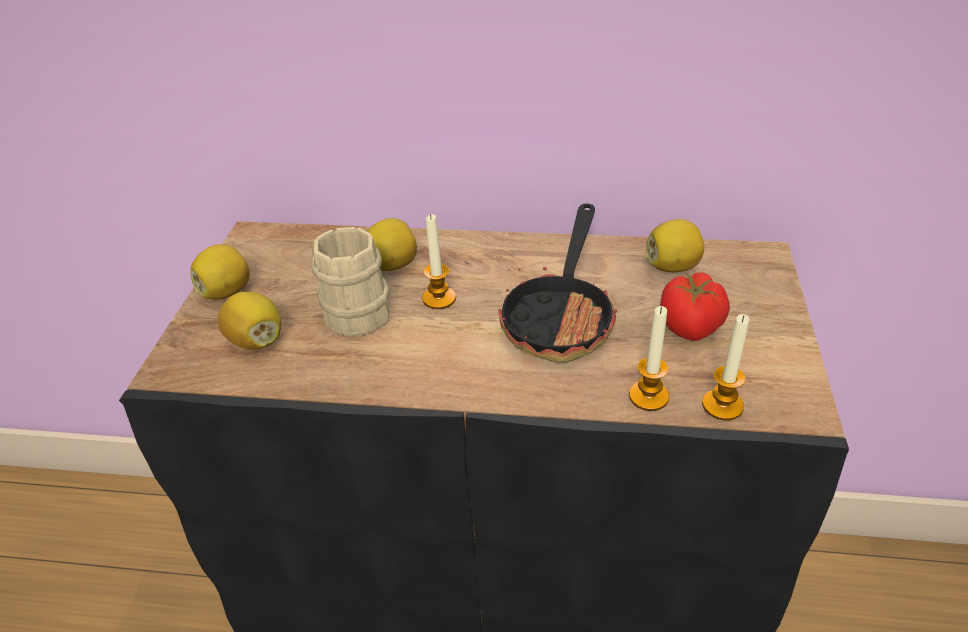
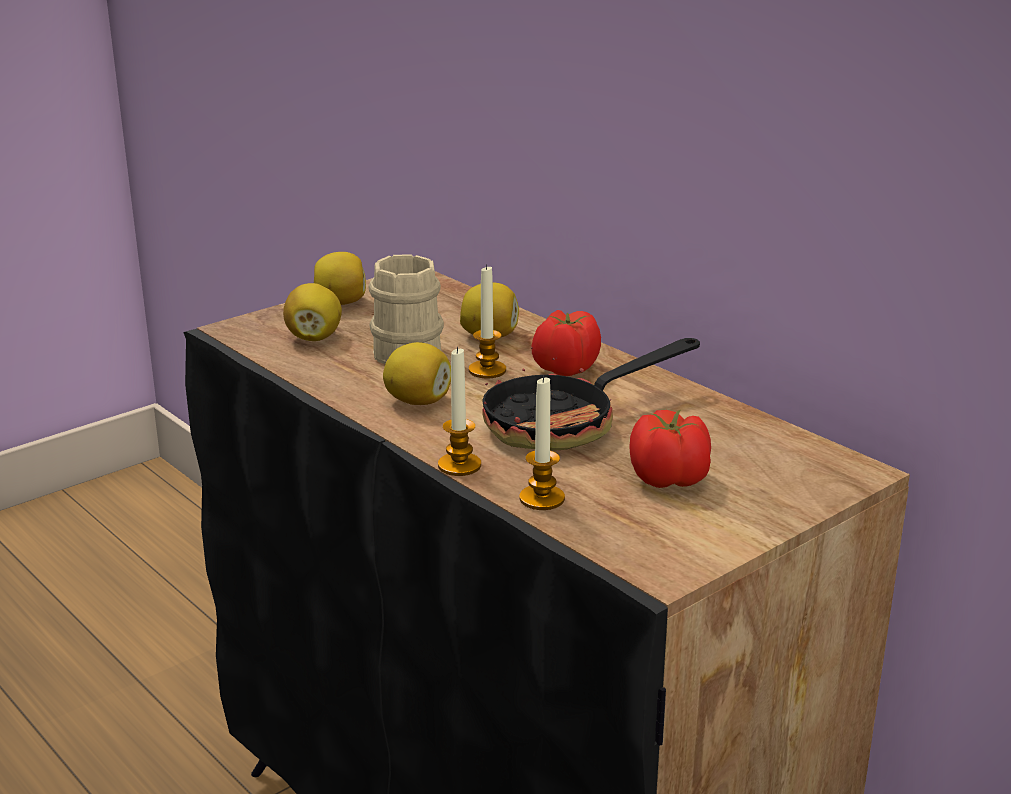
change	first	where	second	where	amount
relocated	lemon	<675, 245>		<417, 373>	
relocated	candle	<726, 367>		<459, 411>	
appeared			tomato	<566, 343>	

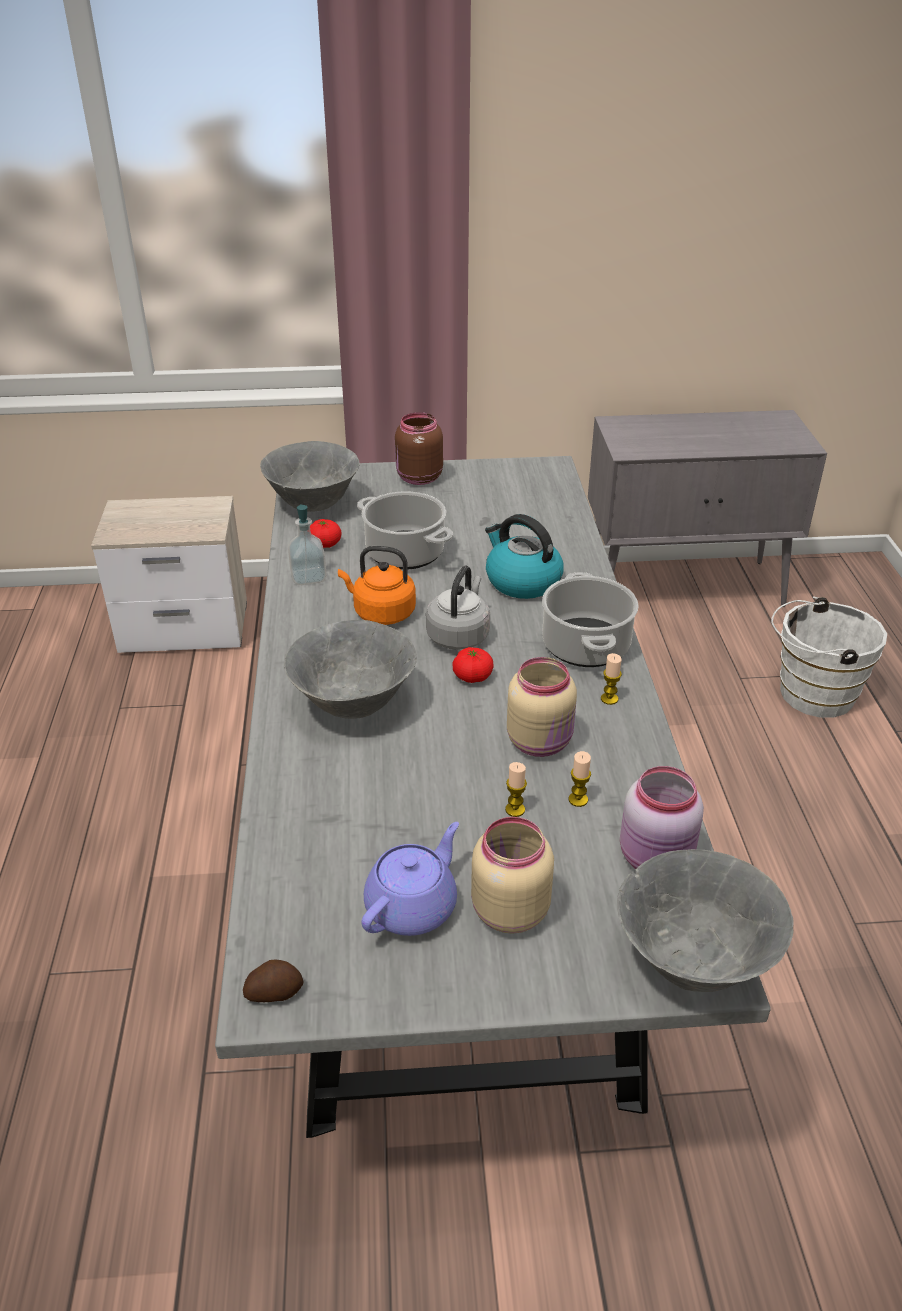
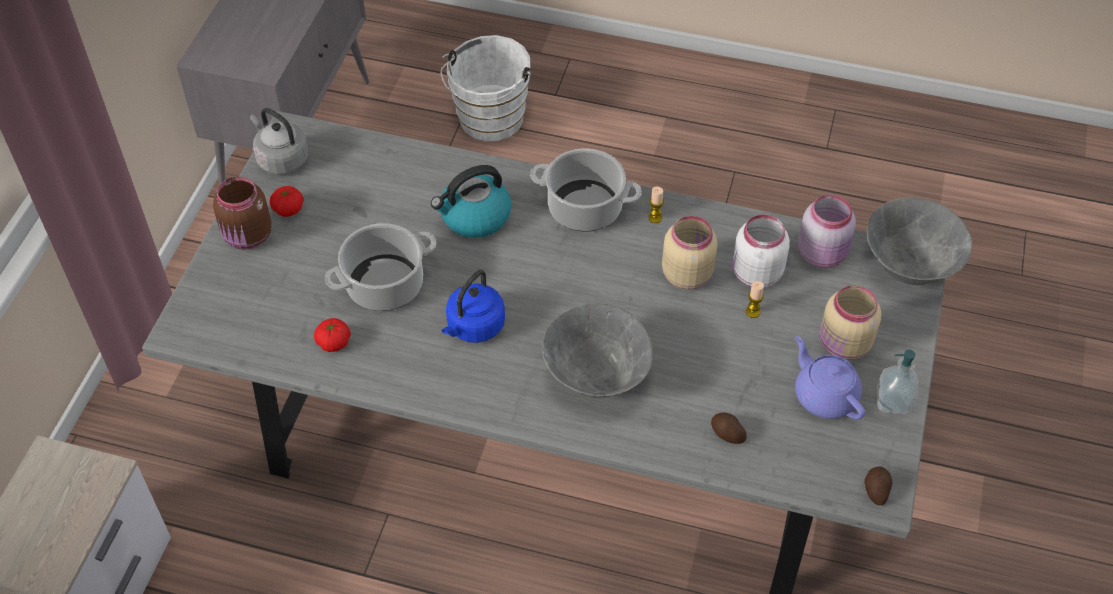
change	first	where	second	where	amount
missing	grey_bowl	<310, 476>			
relocated	soap_dispenser	<307, 544>		<897, 382>	
colour	orange_kettle	<377, 585>	blue_kettle	<473, 306>	
relocated	grey_kettle	<458, 607>		<279, 141>	
relocated	tomato	<473, 665>		<287, 201>	
exchanged	candle	<580, 779>	white_jar	<761, 251>	
appeared			potato	<729, 428>	

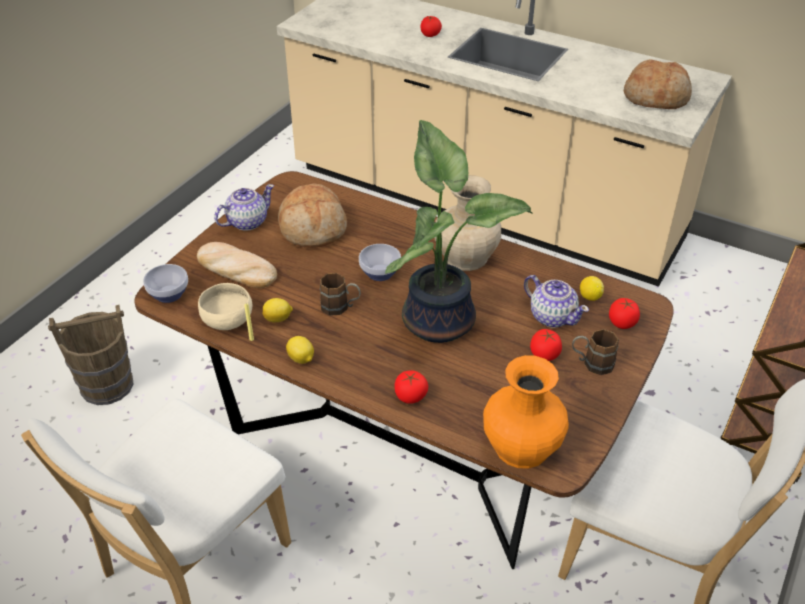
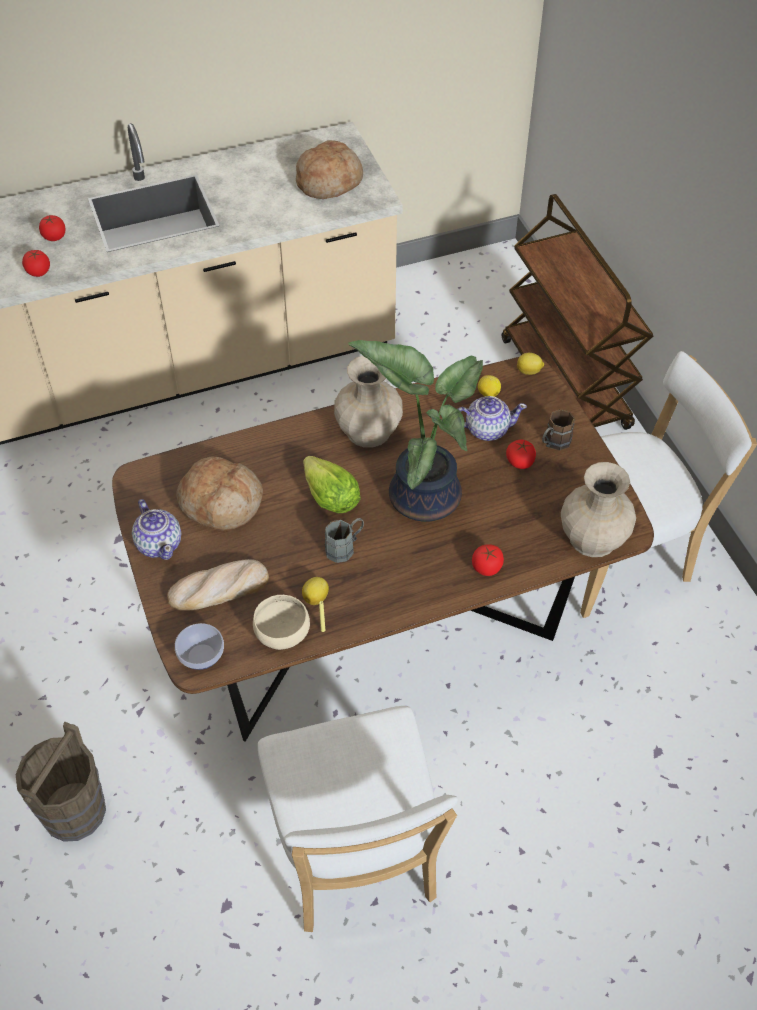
change	first	where	second	where	amount
spun	teapot	<244, 207>		<156, 529>	150 degrees clockwise
relocated	lemon	<300, 350>		<530, 364>	
colour	brown_mug	<340, 294>	grey_mug	<344, 540>	
exchanged	bowl	<380, 262>	lettuce	<332, 484>	
colour	orange_vase	<526, 412>	beige_vase	<598, 509>	
relocated	tomato	<624, 313>		<36, 263>	

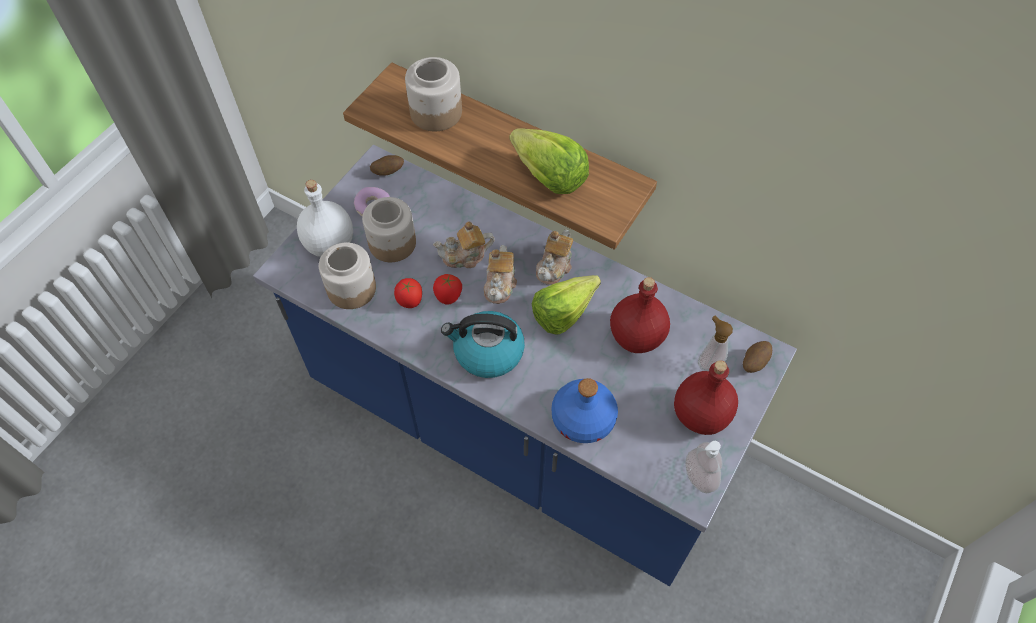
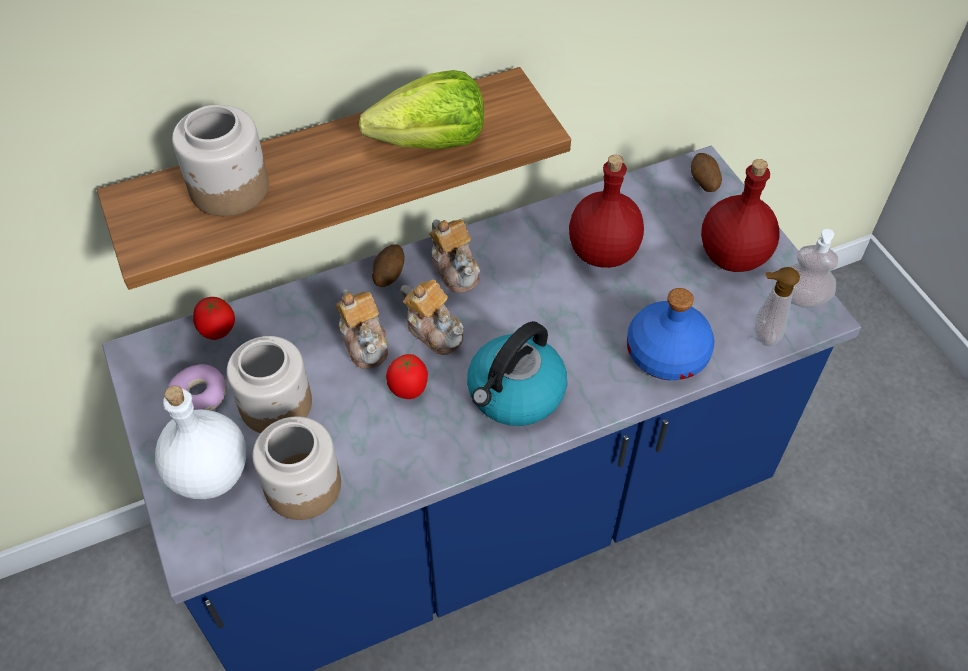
change	first	where	second	where	amount
relocated	potato	<387, 165>		<388, 266>	
relocated	tomato	<408, 293>		<214, 318>	
spun	teapot	<464, 244>		<362, 329>	45 degrees counterclockwise
missing	lettuce	<566, 305>			
relocated	soap_dispenser	<715, 343>		<777, 307>	

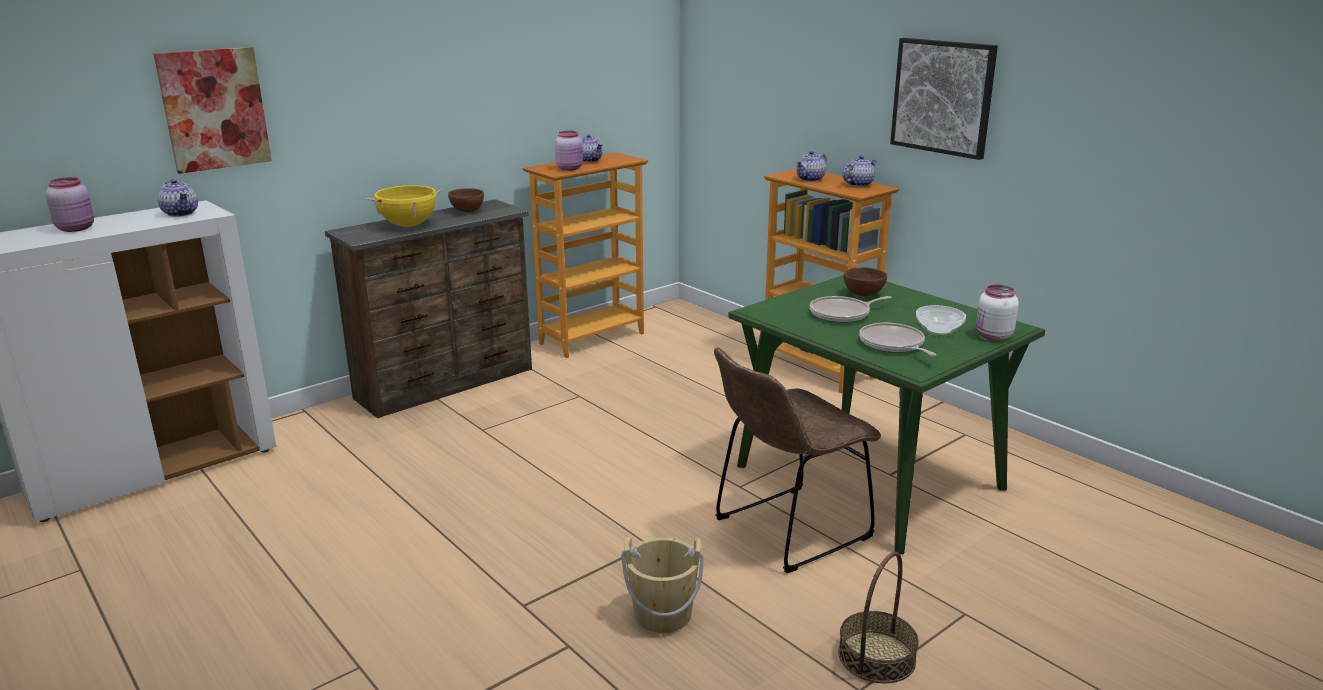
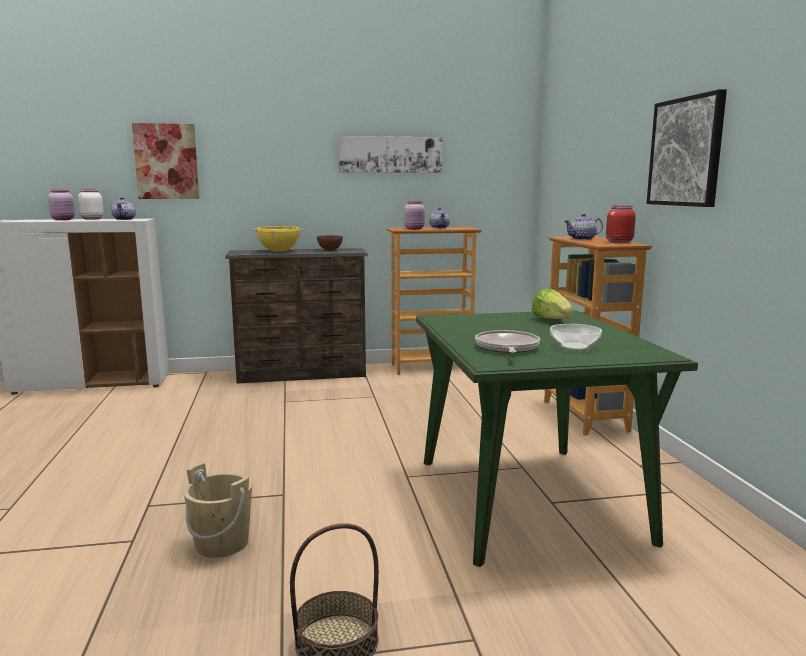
change	first	where	second	where	amount
missing	brown_chair	<797, 460>			
missing	frying_pan	<851, 309>			
exchanged	teapot	<859, 171>	red_jar	<621, 224>	
exchanged	brown_bowl	<865, 281>	lettuce	<552, 303>	
relocated	white_jar	<997, 312>		<91, 204>	
appeared			picture	<390, 154>	

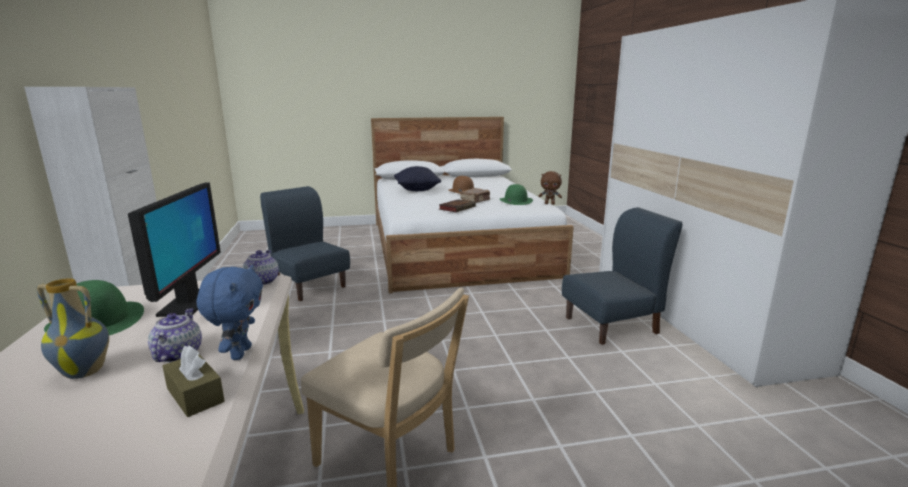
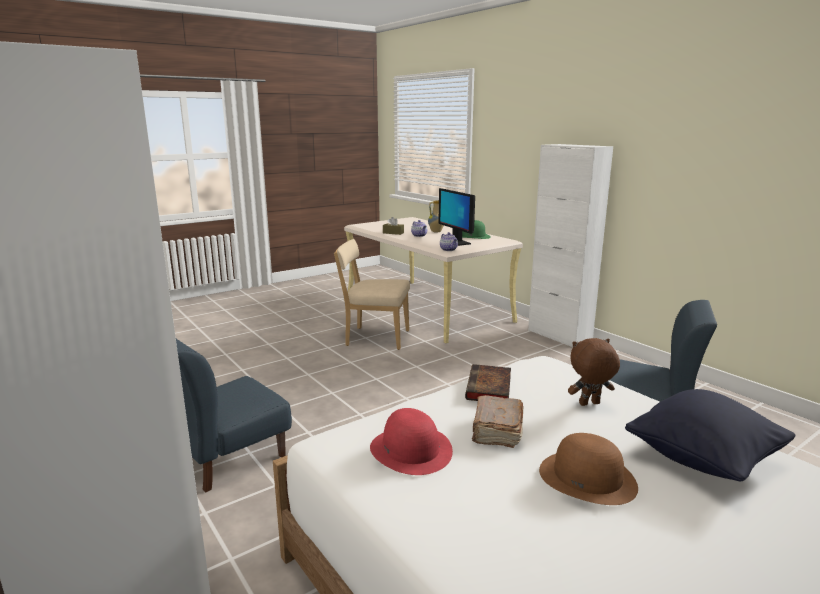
change	first	where	second	where	amount
missing	blue_plush_toy	<230, 312>			
colour	green_hat	<516, 194>	red_hat	<411, 441>	
relocated	brown_plush_toy	<550, 188>		<594, 372>	

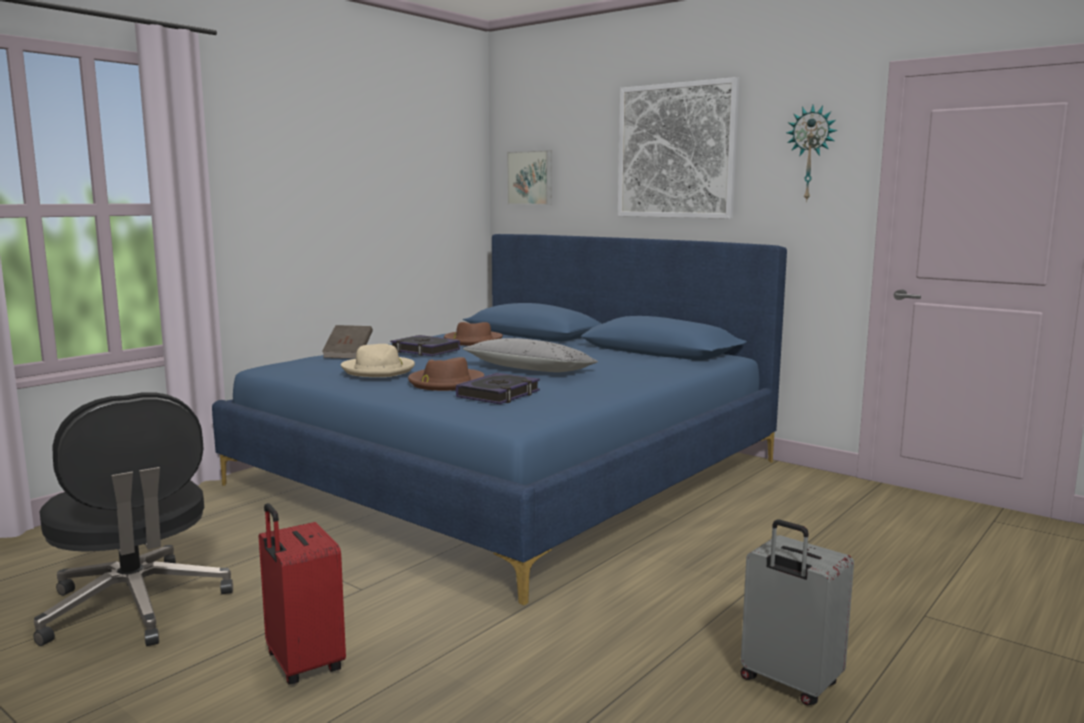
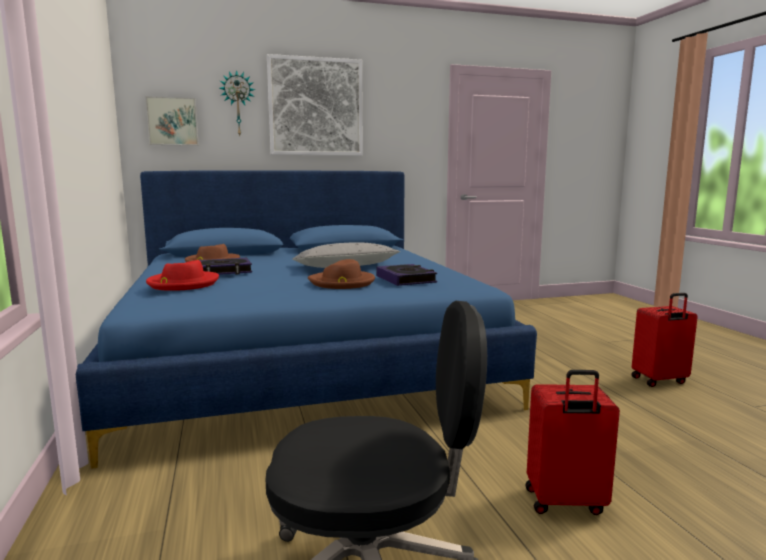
change	first	where	second	where	amount
exchanged	brown_book	<347, 342>	red_hat	<182, 275>	
missing	beige_hat	<378, 360>			
colour	grey_suitcase	<797, 612>	red_suitcase	<664, 340>	
relocated	wall_clock	<811, 153>		<237, 103>	

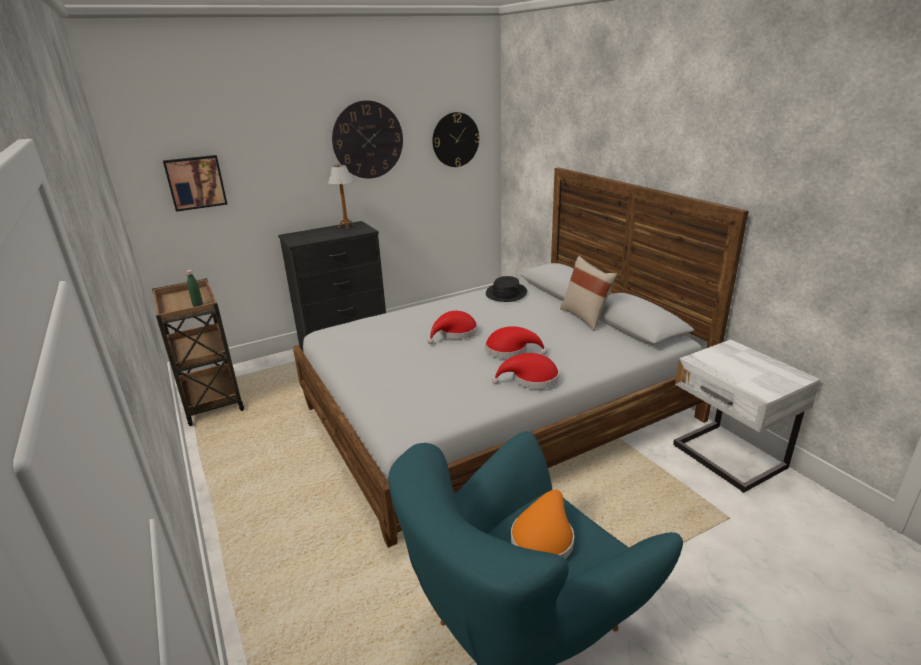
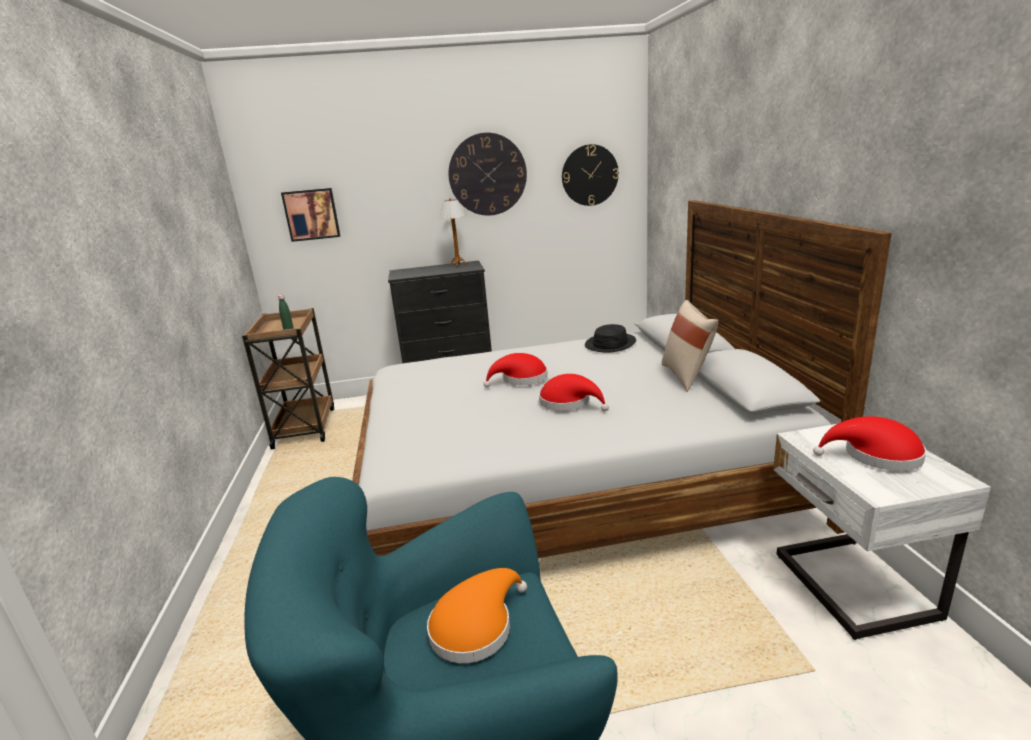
change	first	where	second	where	amount
relocated	red_hat	<525, 371>		<869, 443>	

